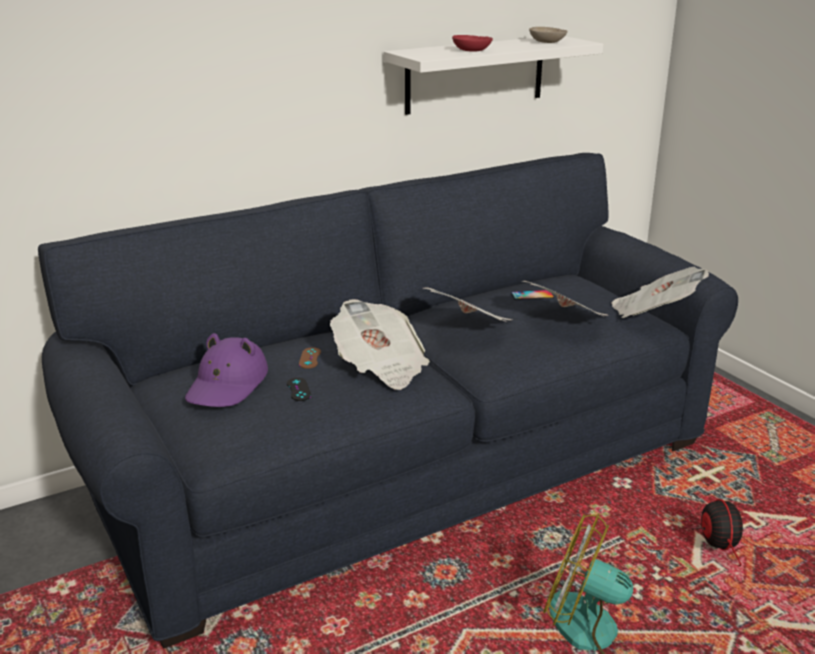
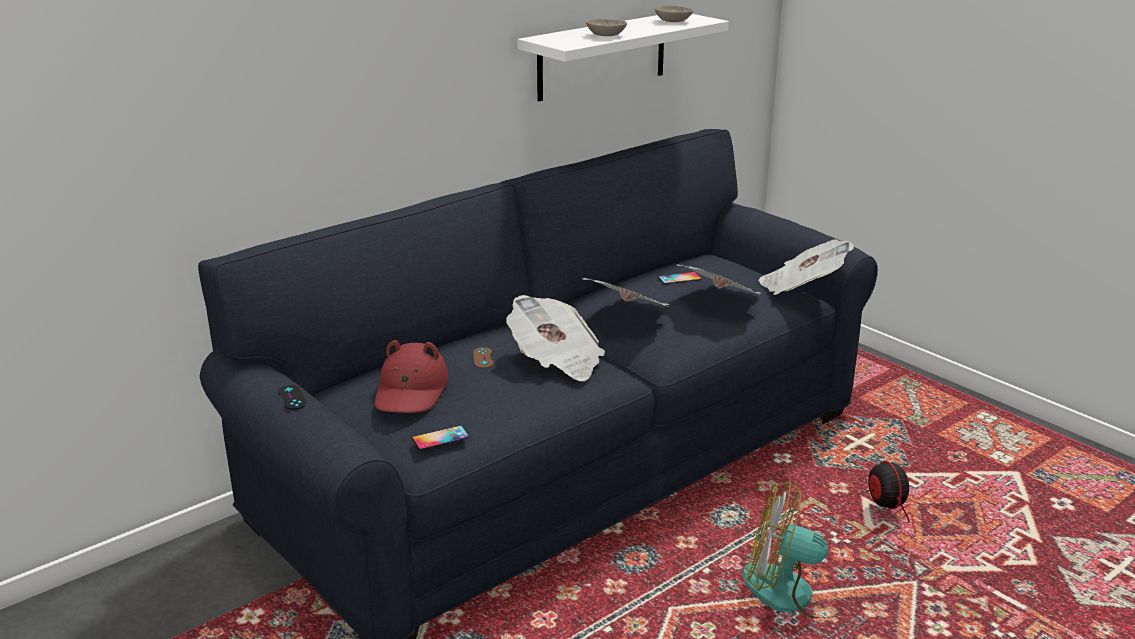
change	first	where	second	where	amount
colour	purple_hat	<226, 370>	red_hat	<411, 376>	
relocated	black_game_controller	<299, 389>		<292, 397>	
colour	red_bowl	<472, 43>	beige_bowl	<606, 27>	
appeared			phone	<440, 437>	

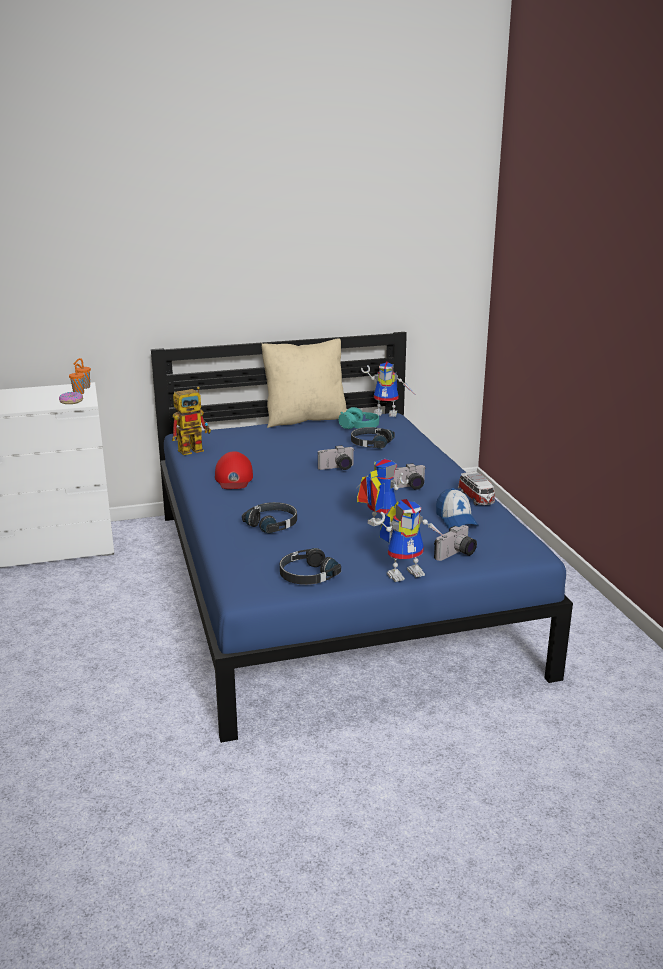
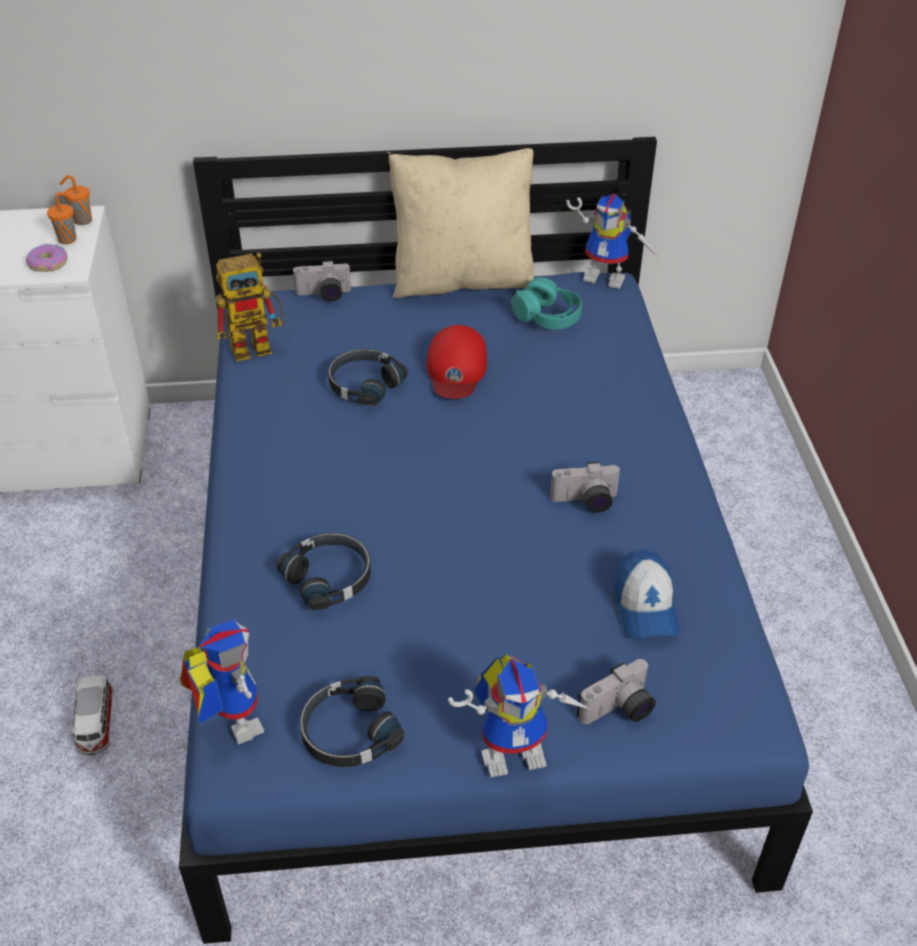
change	first	where	second	where	amount
relocated	red_cap	<234, 470>		<457, 362>	
relocated	photo_camera	<336, 457>		<321, 281>	
relocated	black_headphones	<373, 438>		<368, 377>	
relocated	toy_robot	<383, 492>		<222, 681>	
relocated	toy_car	<476, 488>		<92, 715>	

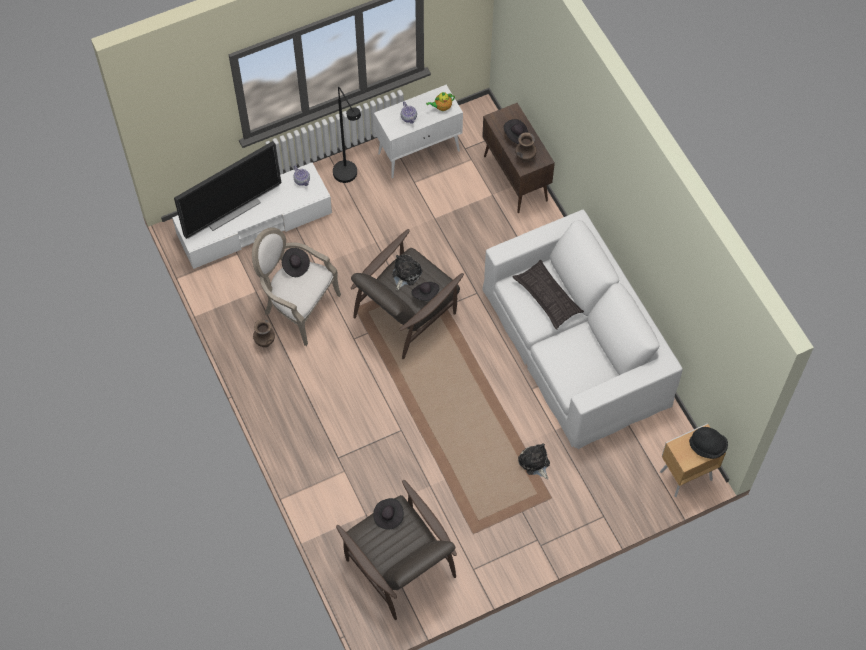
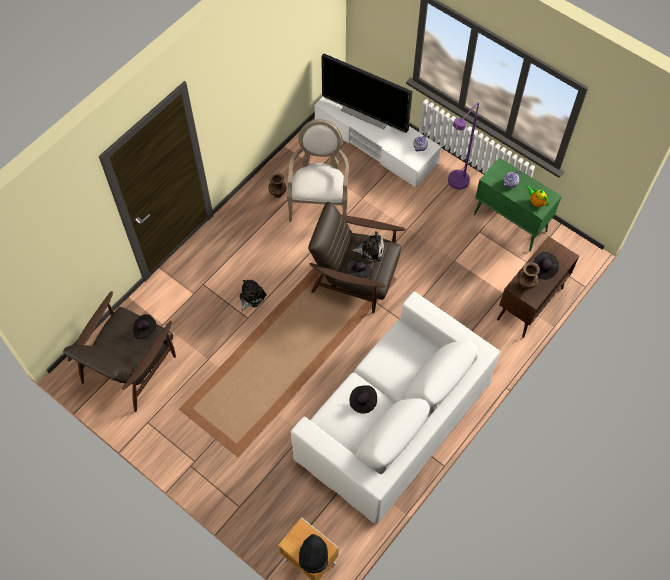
change	first	where	second	where	amount
relocated	black_hat	<296, 262>		<363, 399>	
colour	black_floor_lamp	<347, 135>	purple_floor_lamp	<463, 146>	
colour	white_cabinet	<418, 131>	green_cabinet	<518, 204>	
missing	pillow	<548, 295>			
relocated	plush_toy	<534, 461>		<253, 295>	

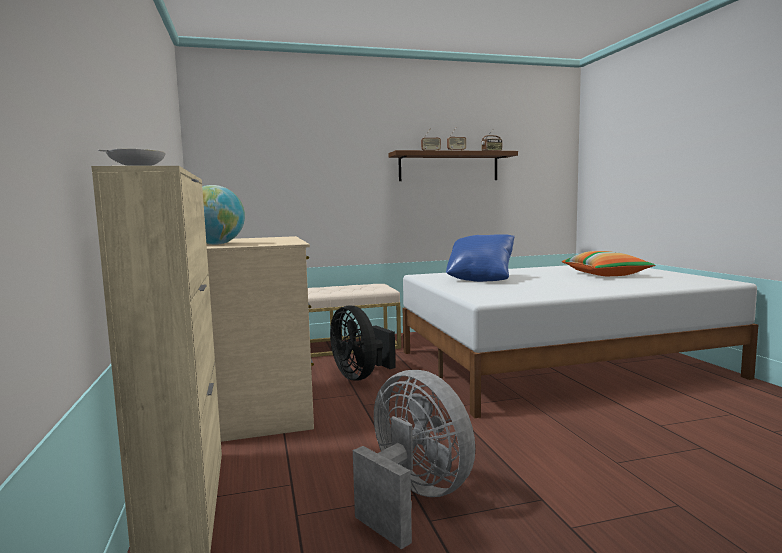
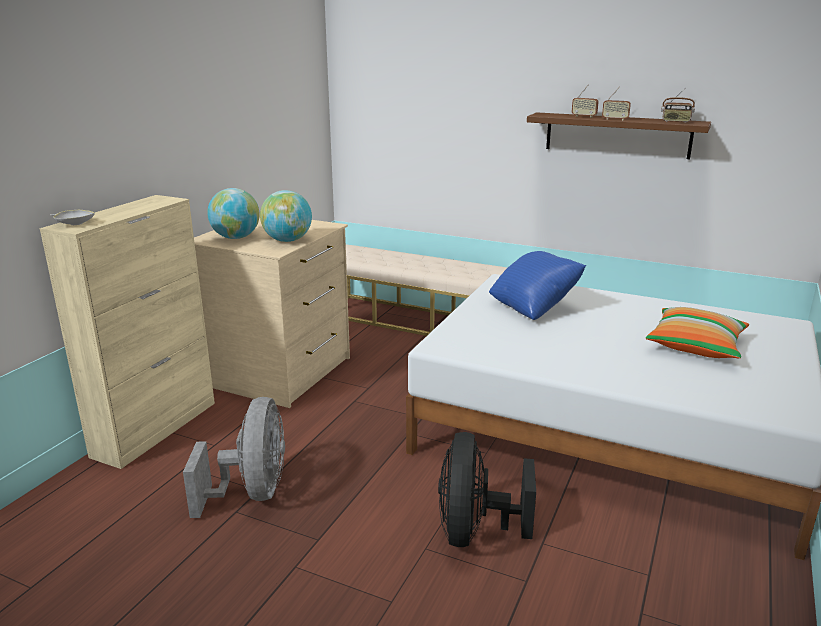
change	first	where	second	where	amount
relocated	black_fan	<363, 343>		<487, 489>	
appeared			globe	<286, 216>	

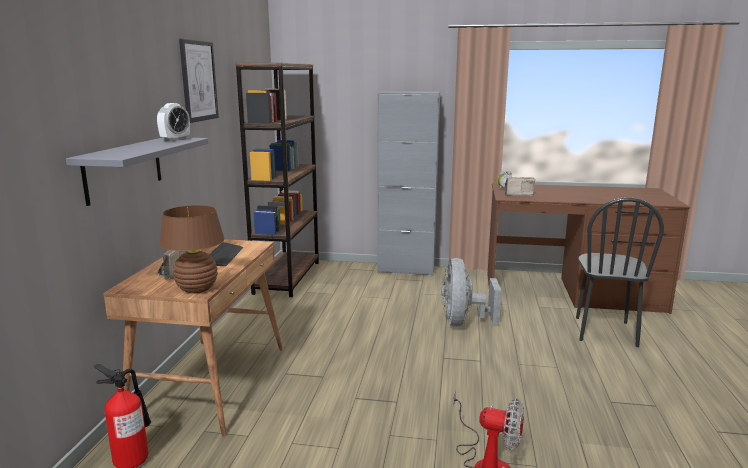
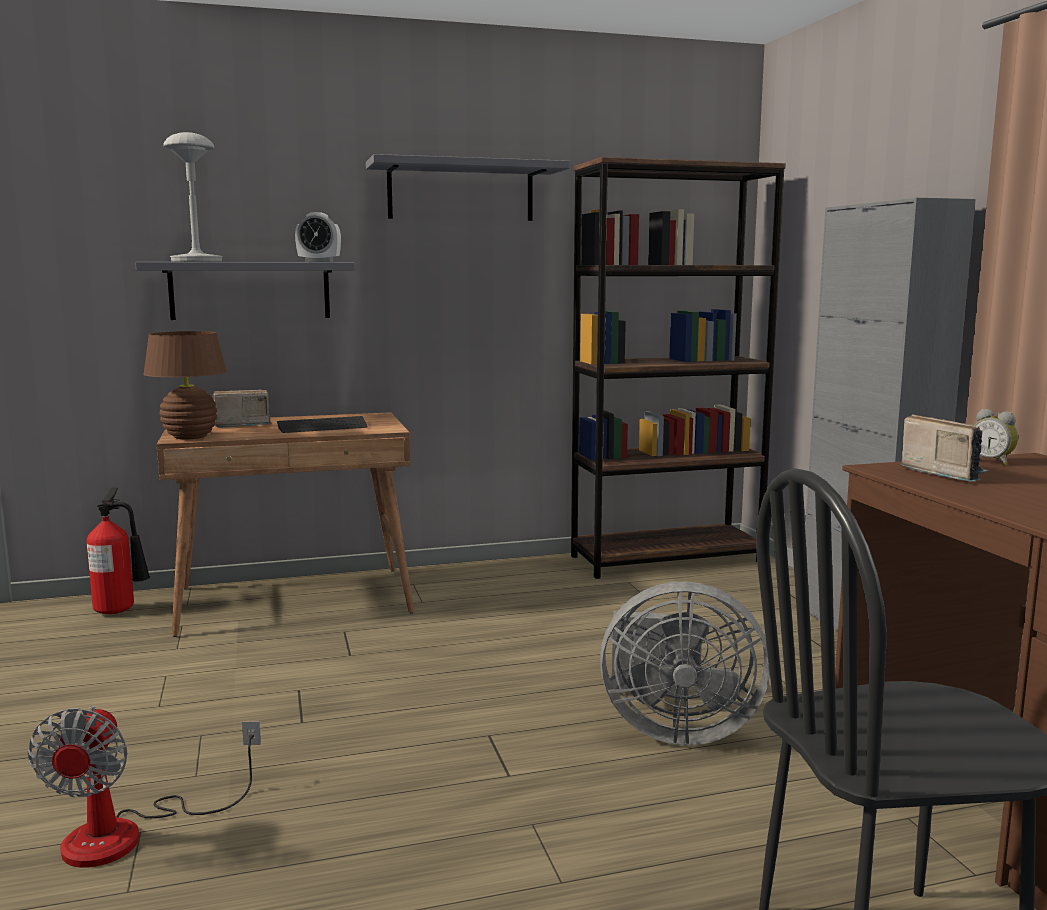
change	first	where	second	where	amount
exchanged	picture	<199, 81>	grey_shelf	<468, 187>	
spun	grey_fan	<471, 292>		<685, 663>	150 degrees counterclockwise
appeared			grey_table_lamp	<193, 197>	

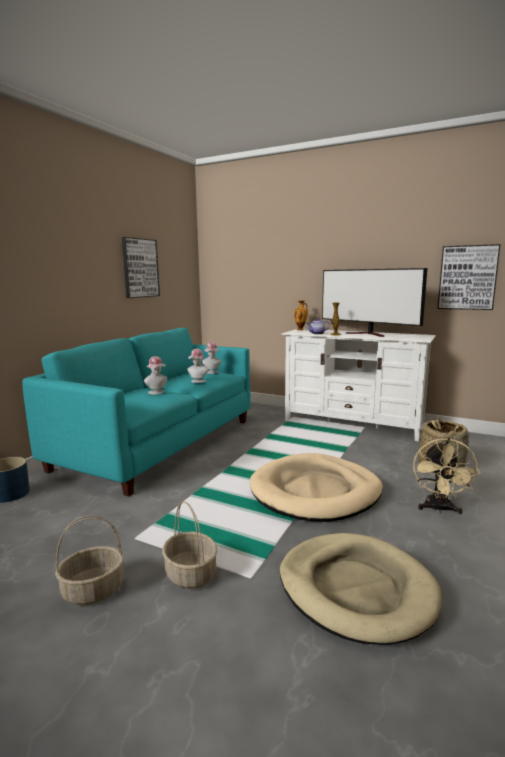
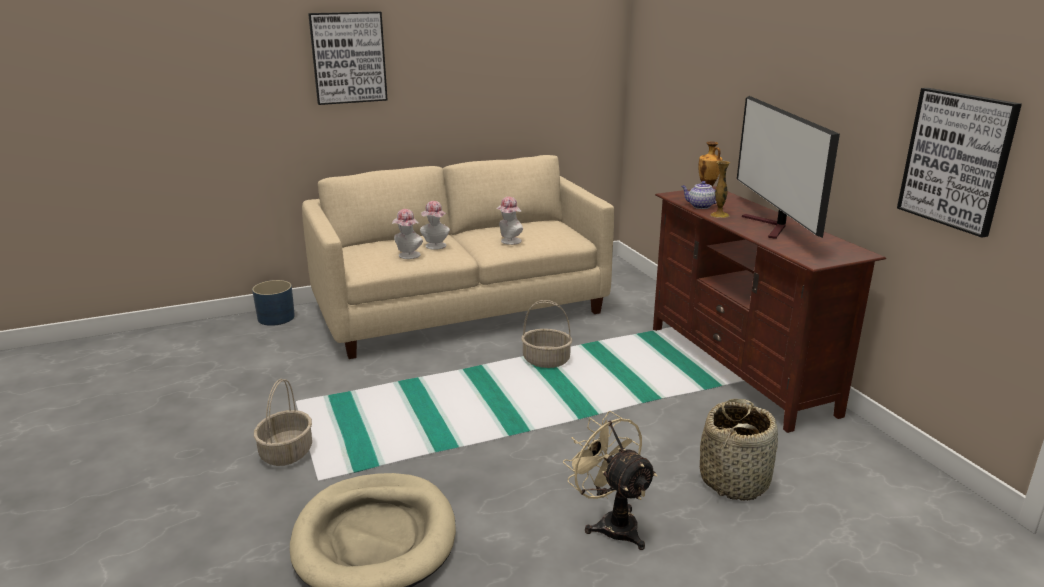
change	first	where	second	where	amount
colour	turquoise_sofa	<136, 412>	beige_sofa	<458, 257>	
relocated	basket	<89, 560>		<546, 334>	
relocated	picture	<141, 267>		<348, 58>	
relocated	hat	<211, 358>		<407, 234>	
missing	beige_dog_bed	<316, 487>			
colour	white_tv_stand	<358, 385>	brown_tv_stand	<769, 309>	
spun	beige_fan	<447, 476>		<610, 480>	90 degrees clockwise

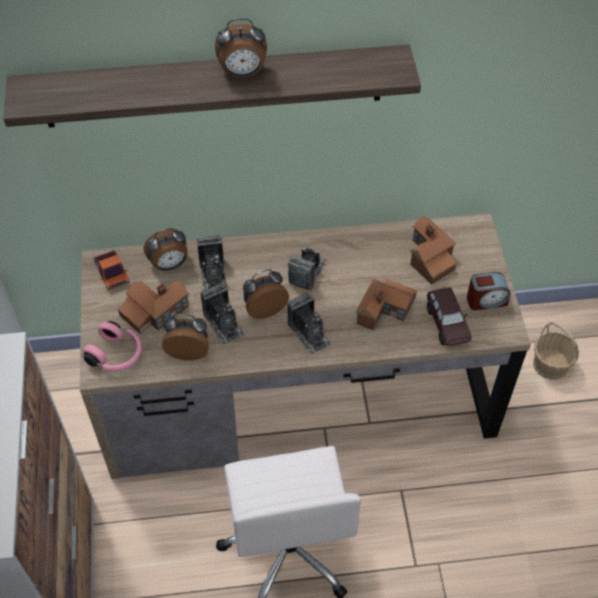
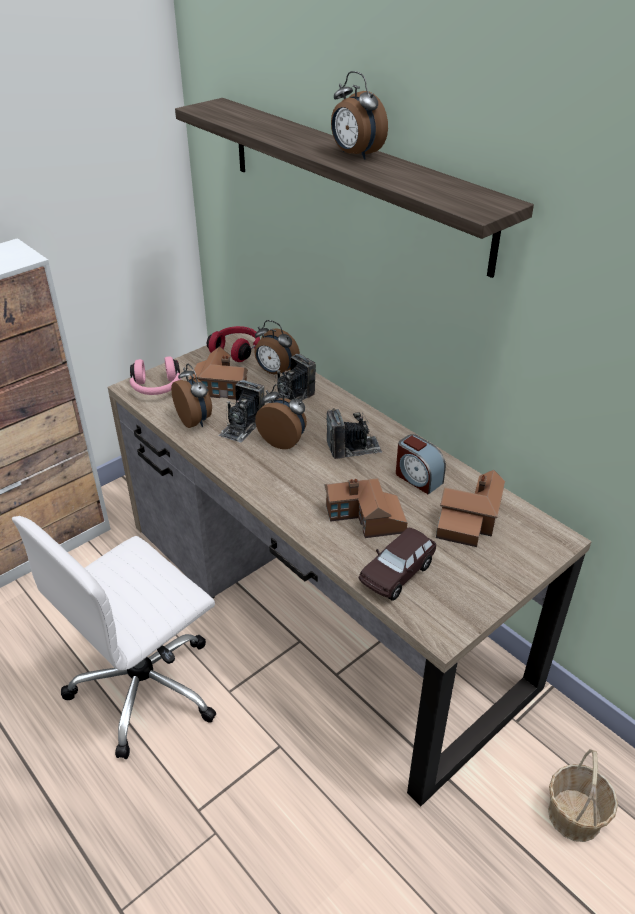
change	first	where	second	where	amount
exchanged	toy_truck	<111, 270>	red_headphones	<233, 344>	
missing	photo_camera	<309, 323>			
relocated	alarm_clock	<489, 291>		<421, 464>	

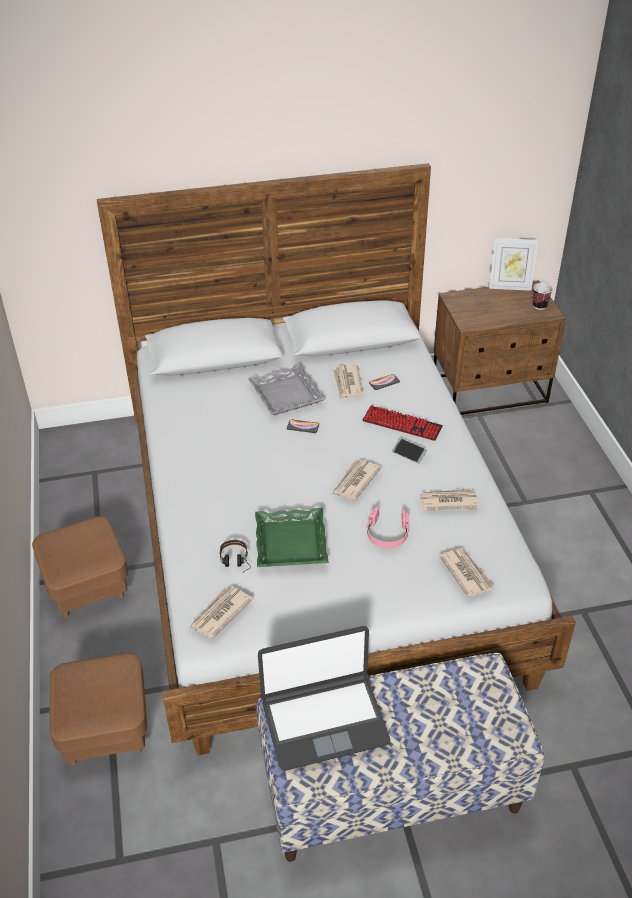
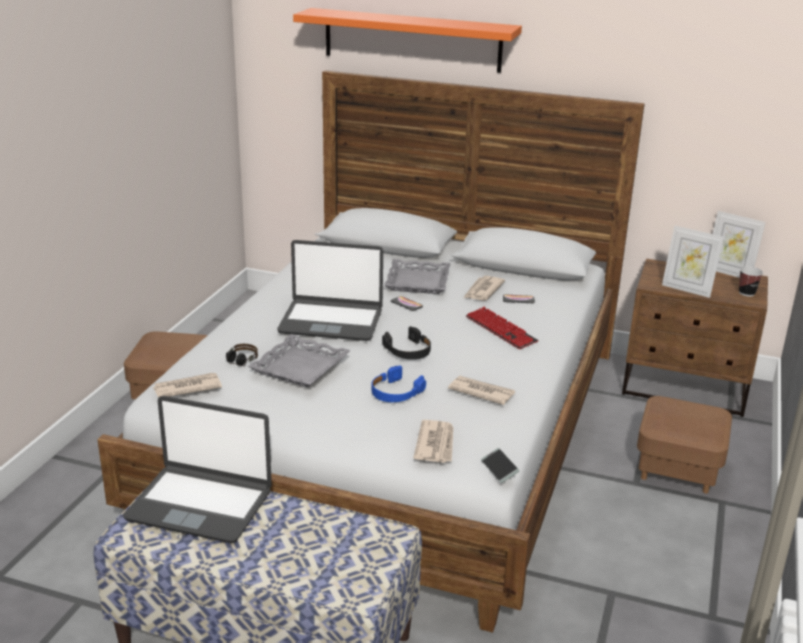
change	first	where	second	where	amount
relocated	brown_ottoman	<98, 709>		<684, 444>	
colour	green_tray	<292, 537>	grey_tray	<299, 361>	
exchanged	newspaper	<356, 479>	black_headphones	<406, 343>	
colour	pink_headphones	<388, 527>	blue_headphones	<398, 383>	
relocated	phone	<409, 450>		<500, 465>	
appeared			laptop	<330, 290>	
appeared			orange_shelf	<407, 40>	
appeared			picture_frame	<693, 261>	

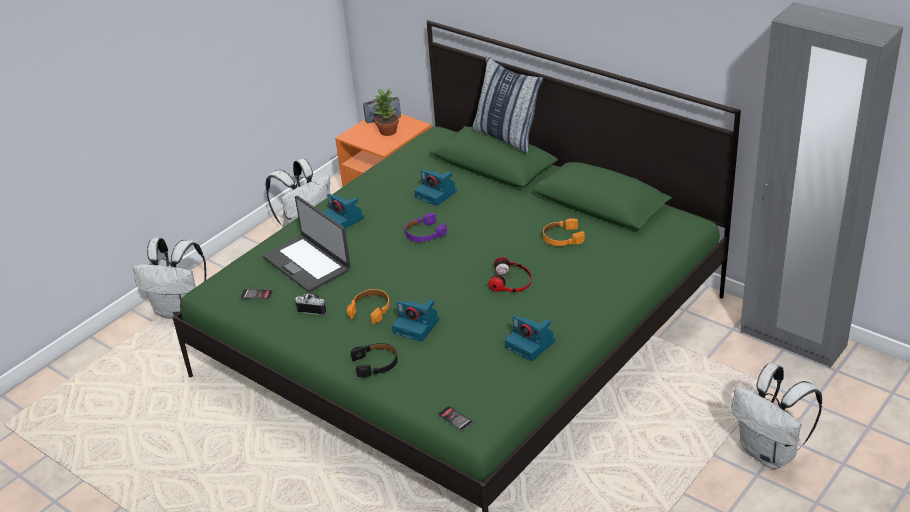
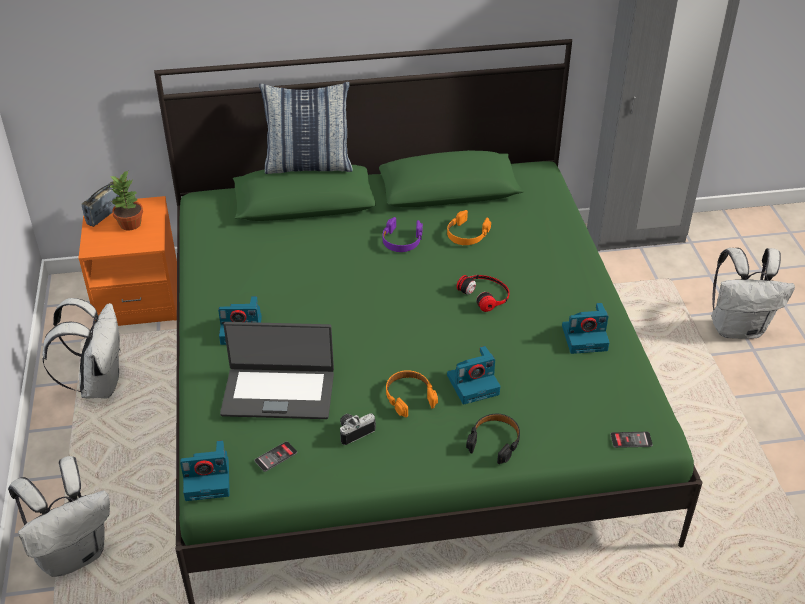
change	first	where	second	where	amount
relocated	purple_headphones	<426, 227>		<402, 234>	
relocated	photo_camera	<435, 187>		<205, 470>	

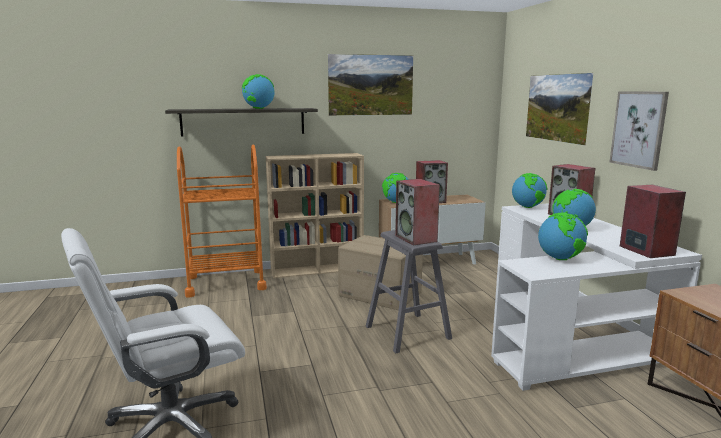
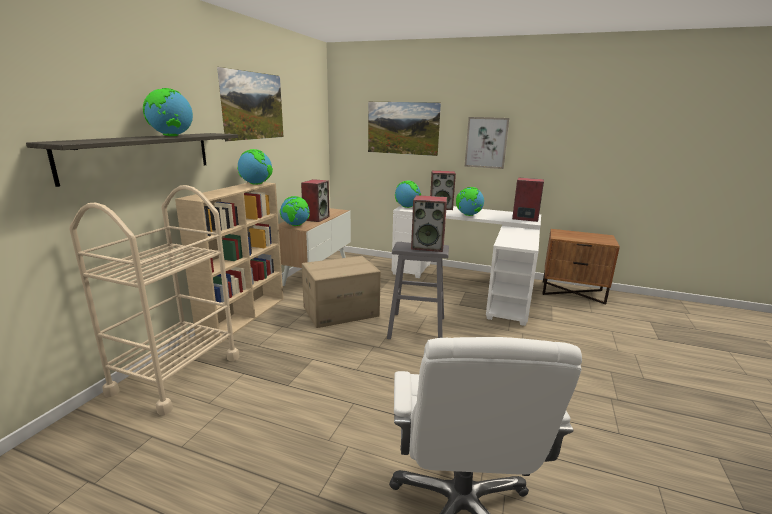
change	first	where	second	where	amount
colour	orange_cart	<222, 221>	beige_cart	<154, 300>	
relocated	globe	<563, 236>		<255, 167>	

